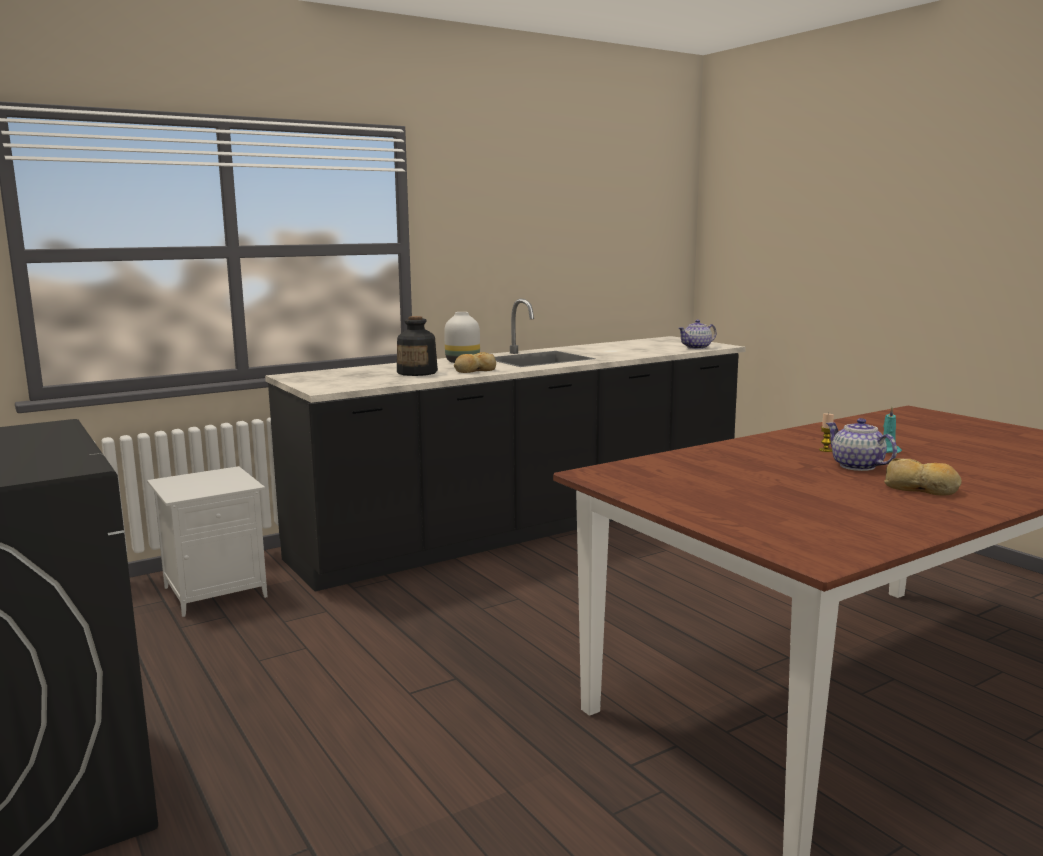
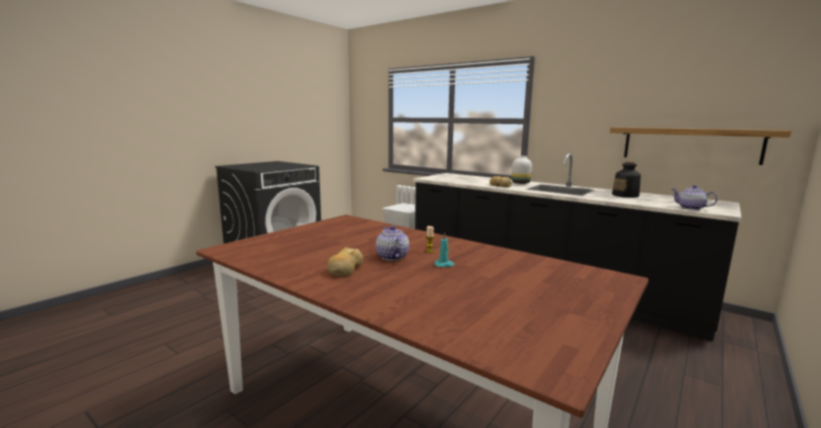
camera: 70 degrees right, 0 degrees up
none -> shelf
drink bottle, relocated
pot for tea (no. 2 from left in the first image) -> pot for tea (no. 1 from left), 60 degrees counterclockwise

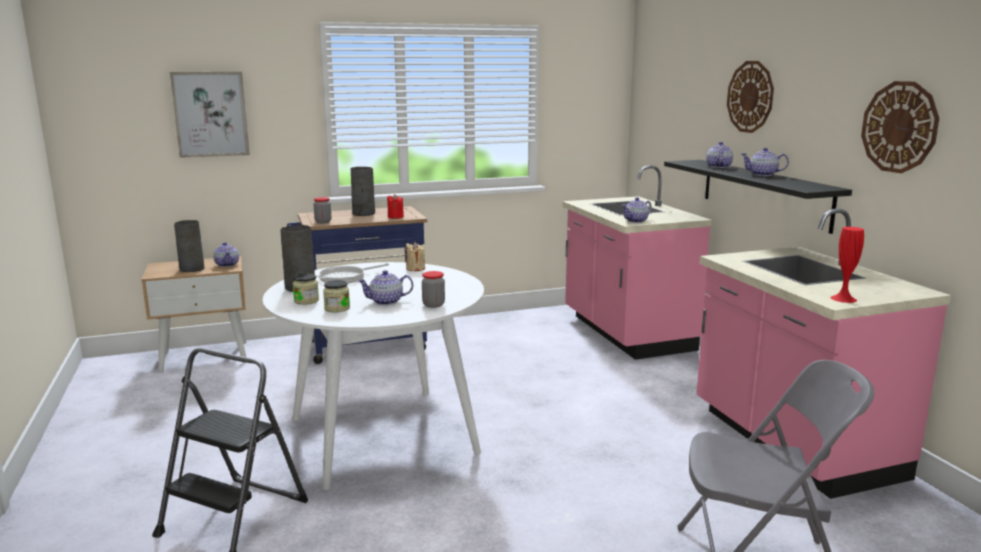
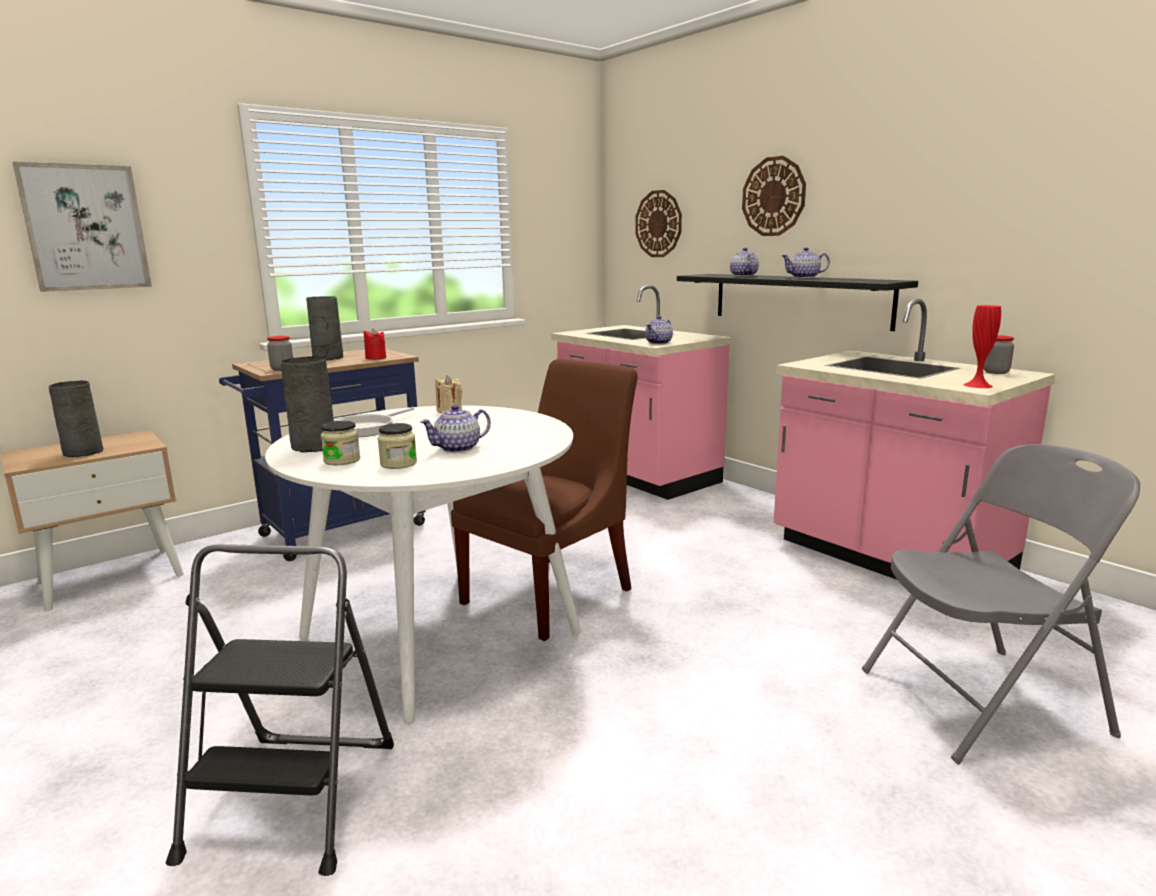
camera: 20 degrees left, 0 degrees up
pot for tea (no. 1 from left) -> none
none -> brownish upright chair
jar (no. 4 from left), relocated
hanging clock (no. 2 from left in the first image) -> hanging clock (no. 1 from left), relocated

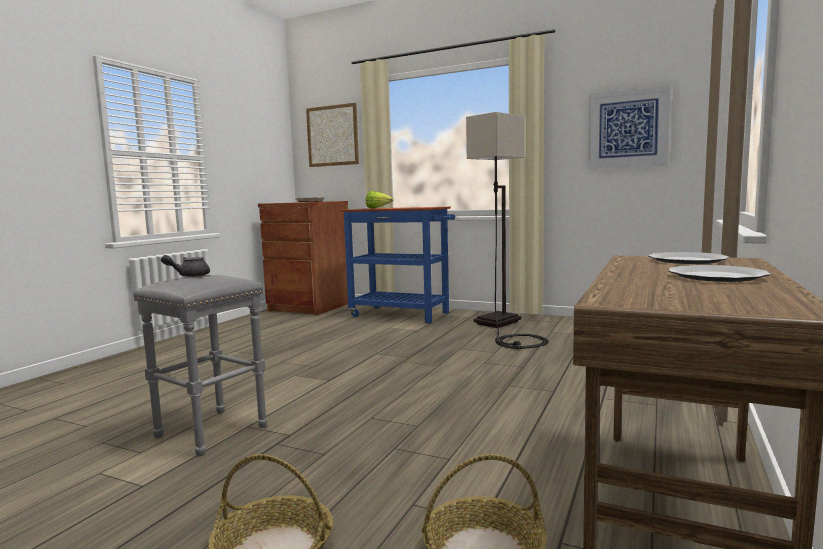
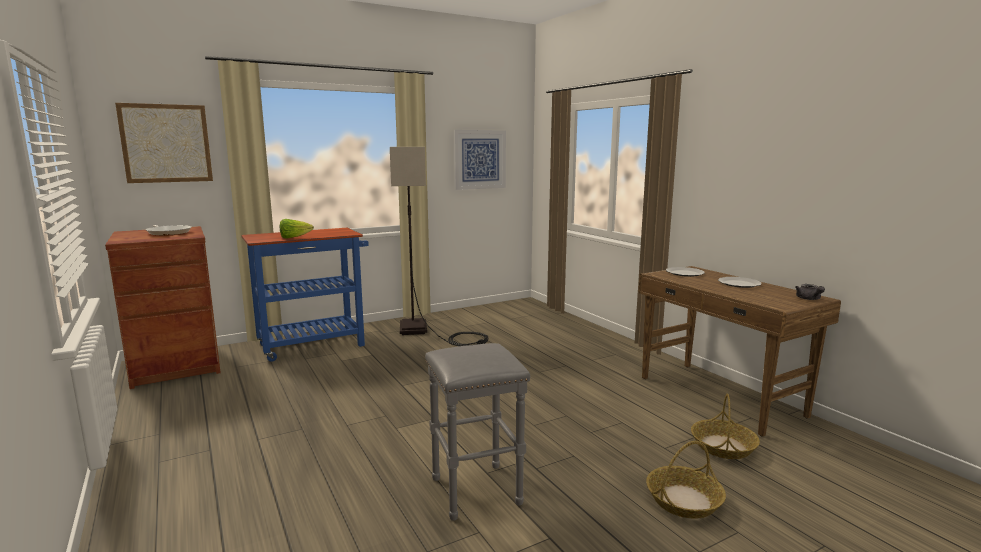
camera: 55 degrees left, 5 degrees up
gray pot for tea, relocated

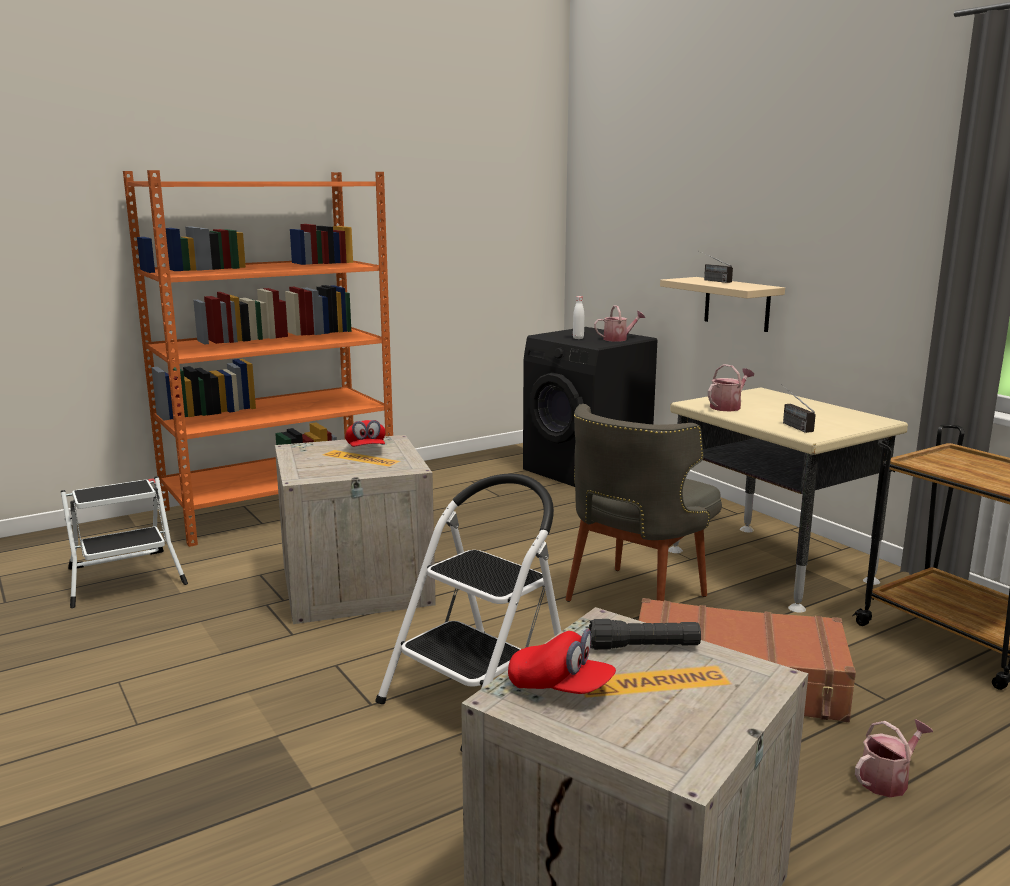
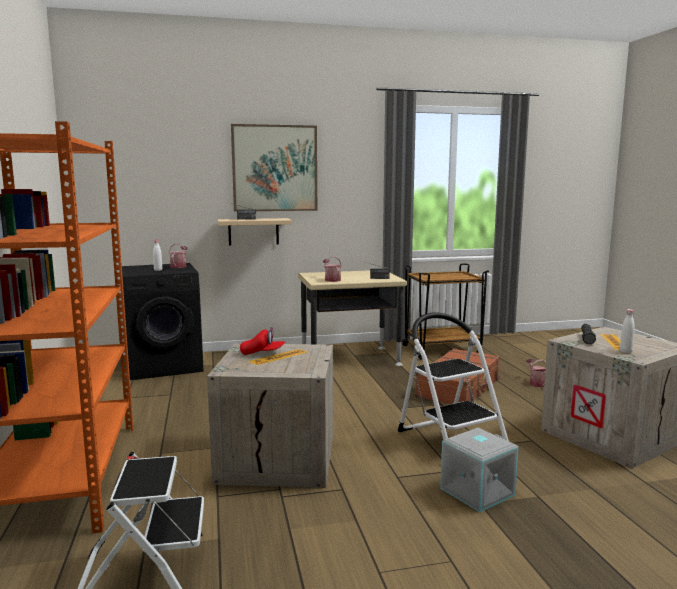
camera: 70 degrees left, 5 degrees down
gray upright chair -> none
none -> wall art
none -> gray storage box
reddish peaked cap (no. 2 from left) -> whitish drink bottle (no. 2 from left)

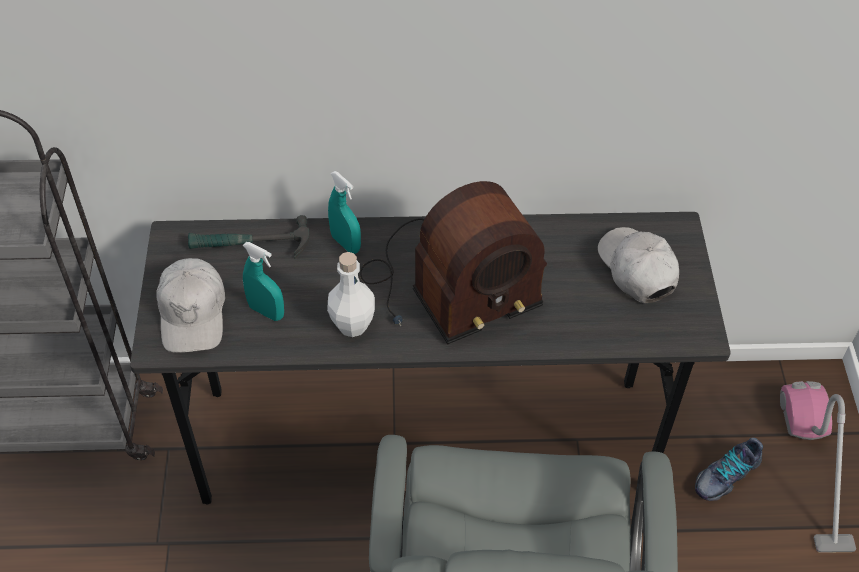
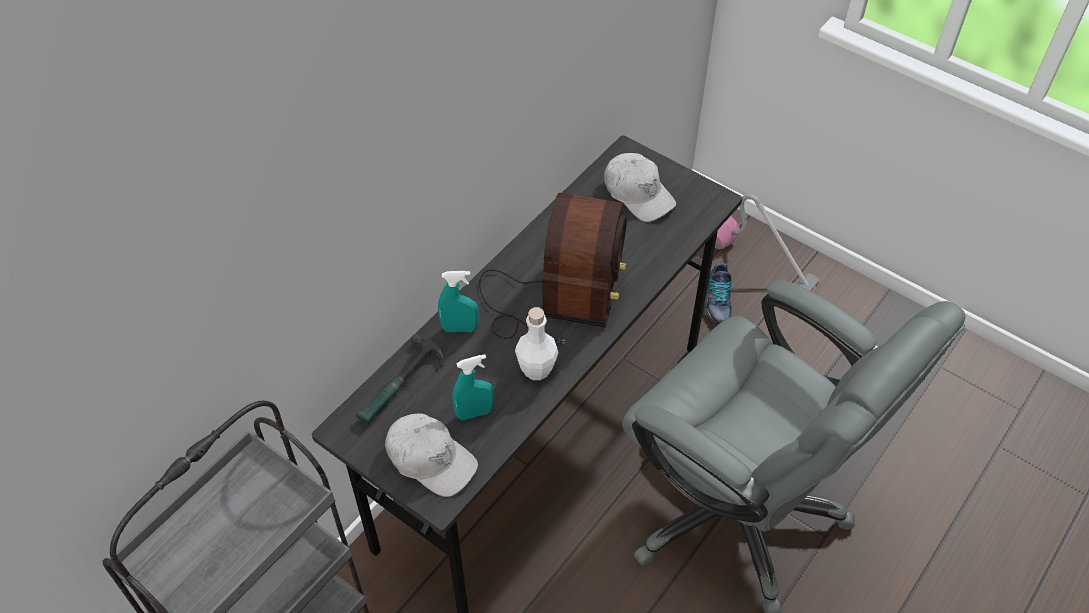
camera: 50 degrees left, 0 degrees up
whitish peaked cap (no. 2 from left), 150 degrees counterclockwise

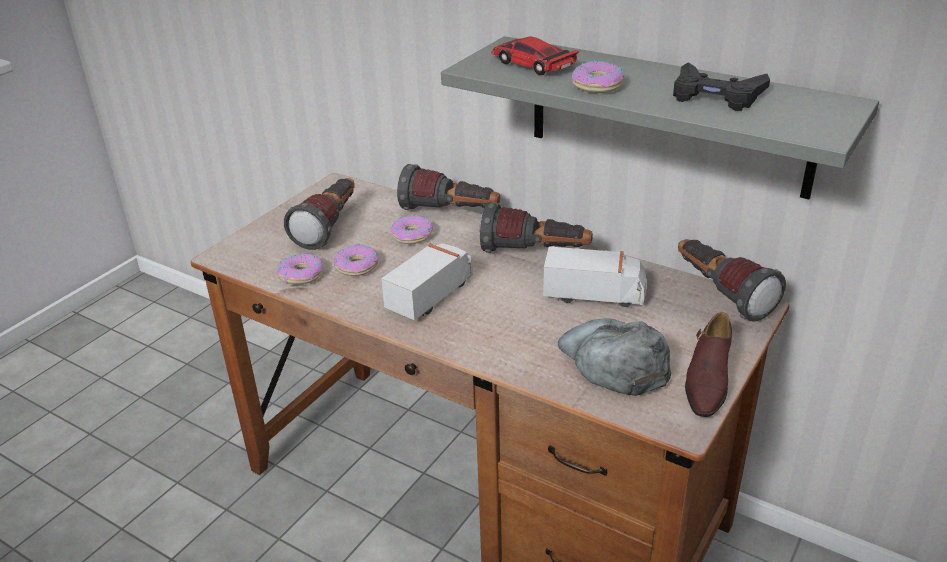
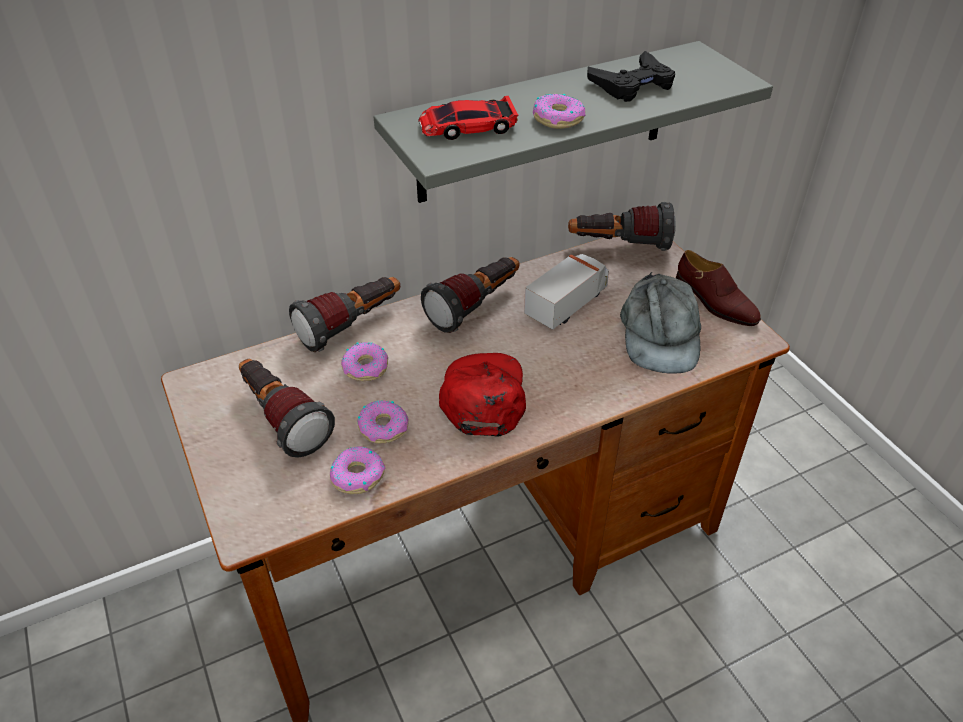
camera: 60 degrees left, 10 degrees up
toy truck (no. 1 from left) -> reddish peaked cap
gray peaked cap, 90 degrees counterclockwise

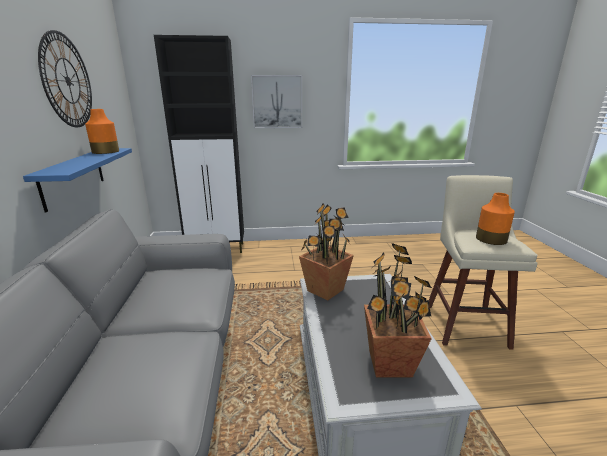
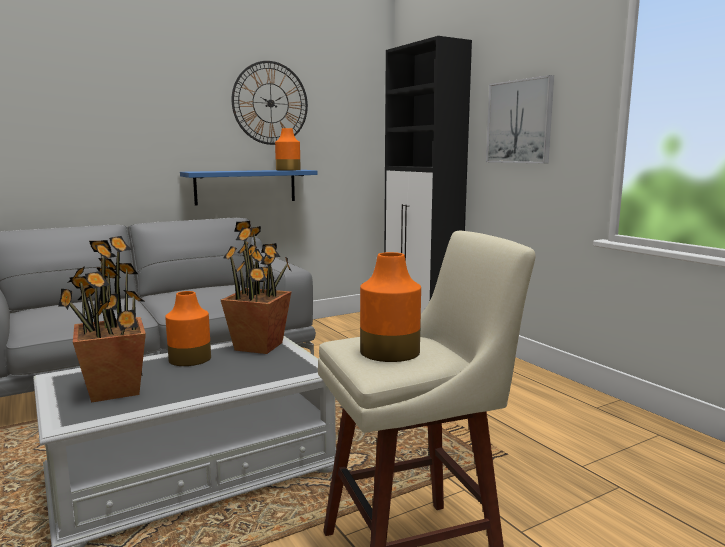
camera: 65 degrees right, 10 degrees down
none -> orangey flower vase (no. 1 from left)

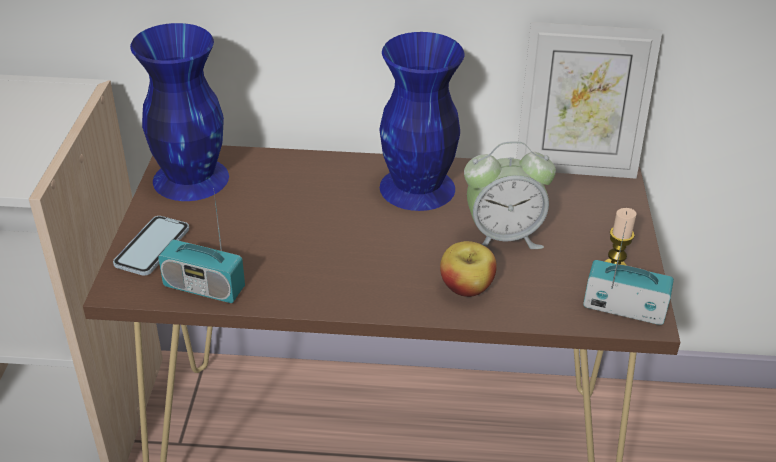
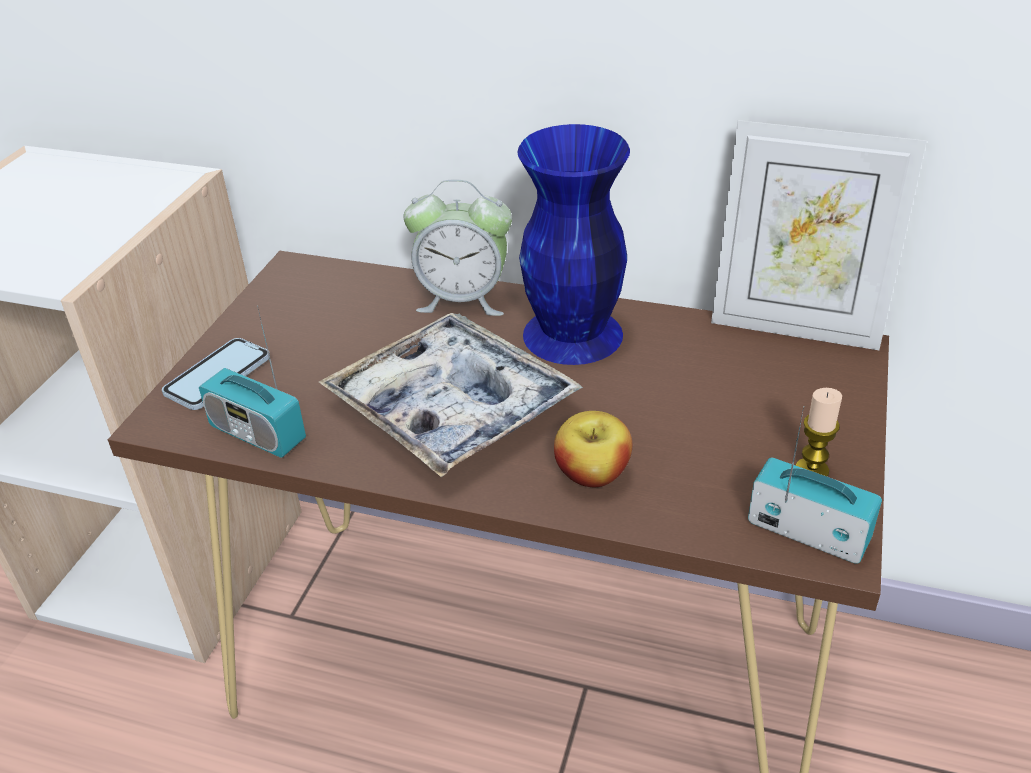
camera: 15 degrees right, 0 degrees up
blue flower vase (no. 1 from left) -> none
none -> carrying tray
bedside clock, relocated

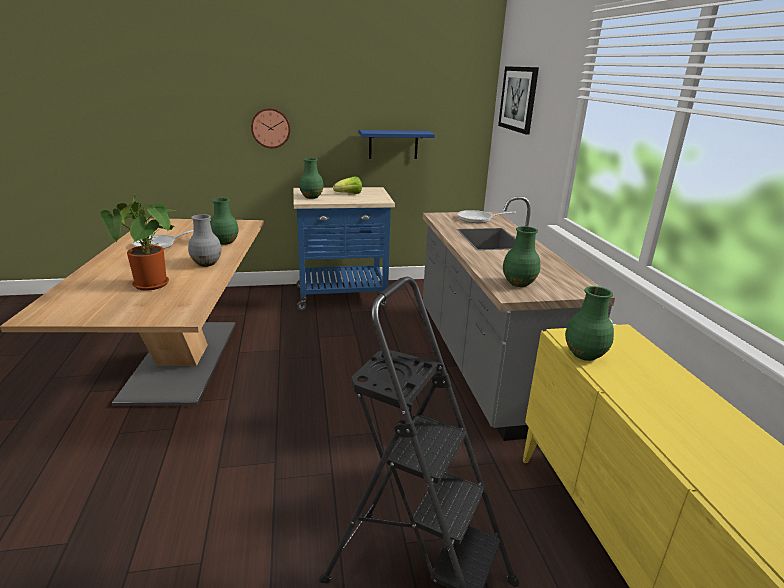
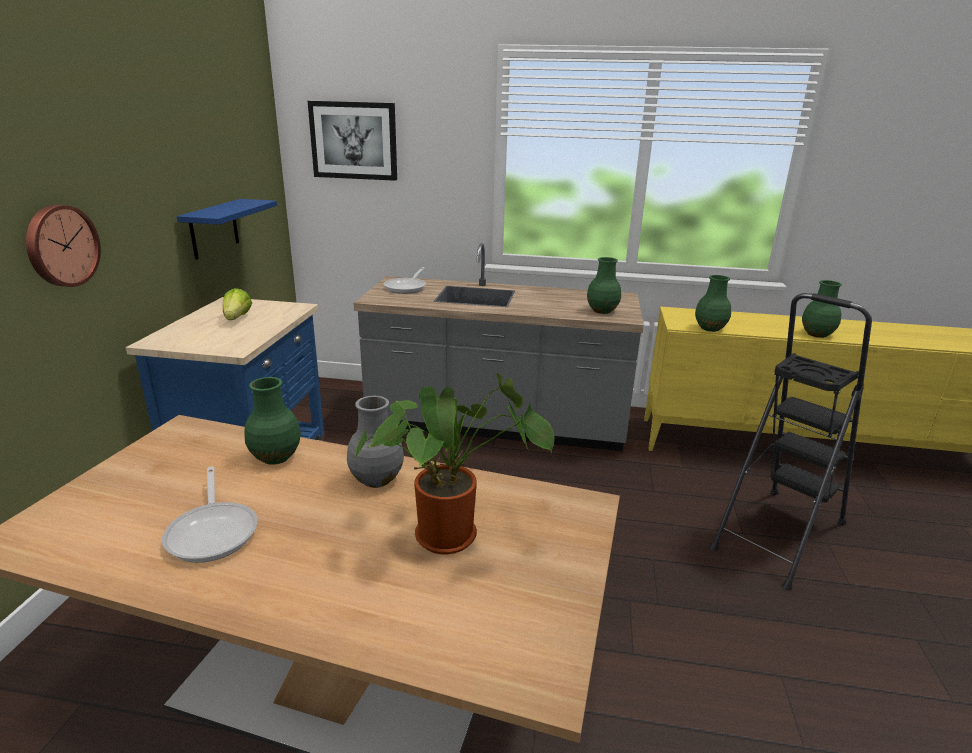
camera: 70 degrees left, 0 degrees up
green-coloured flower vase (no. 2 from left in the first image) -> green-coloured flower vase (no. 4 from left), relocated

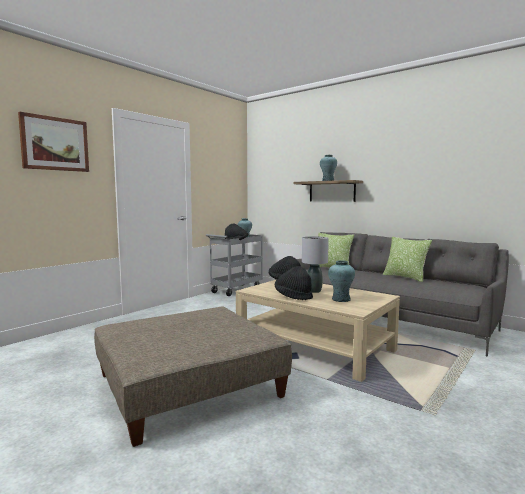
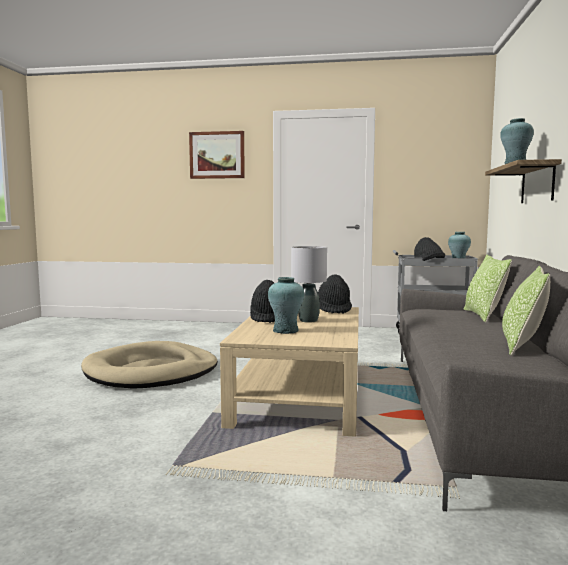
camera: 60 degrees right, 0 degrees up
beige-coloured pouffe -> beige-coloured dog bed

